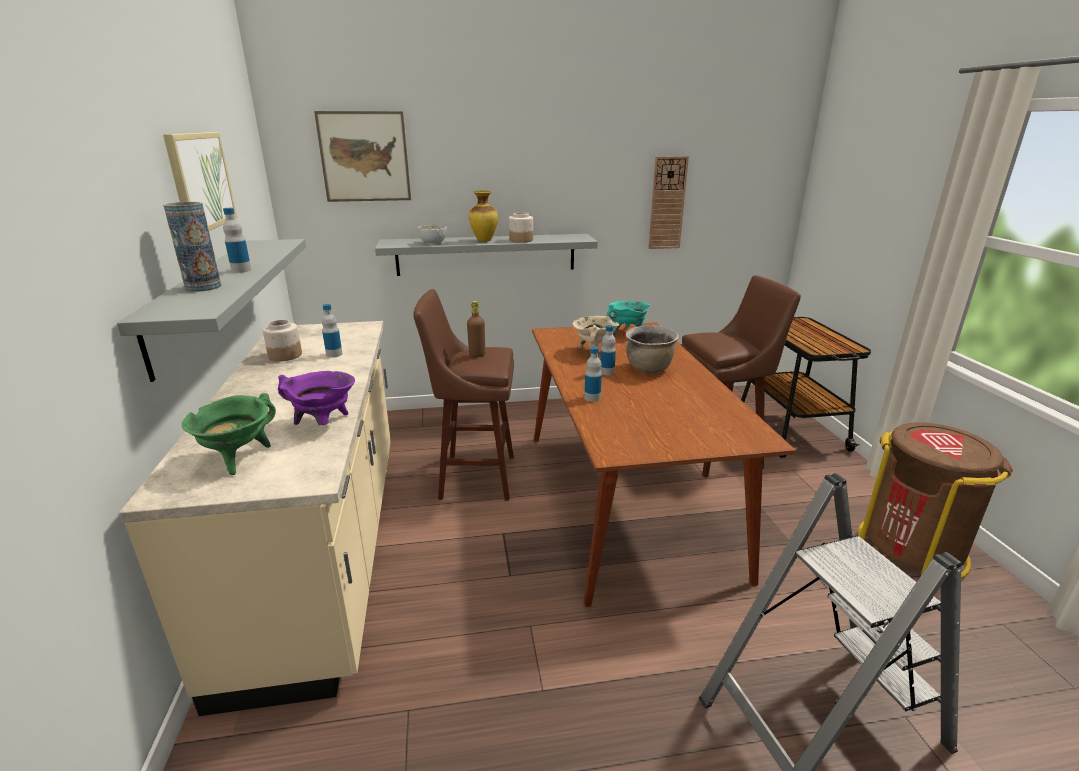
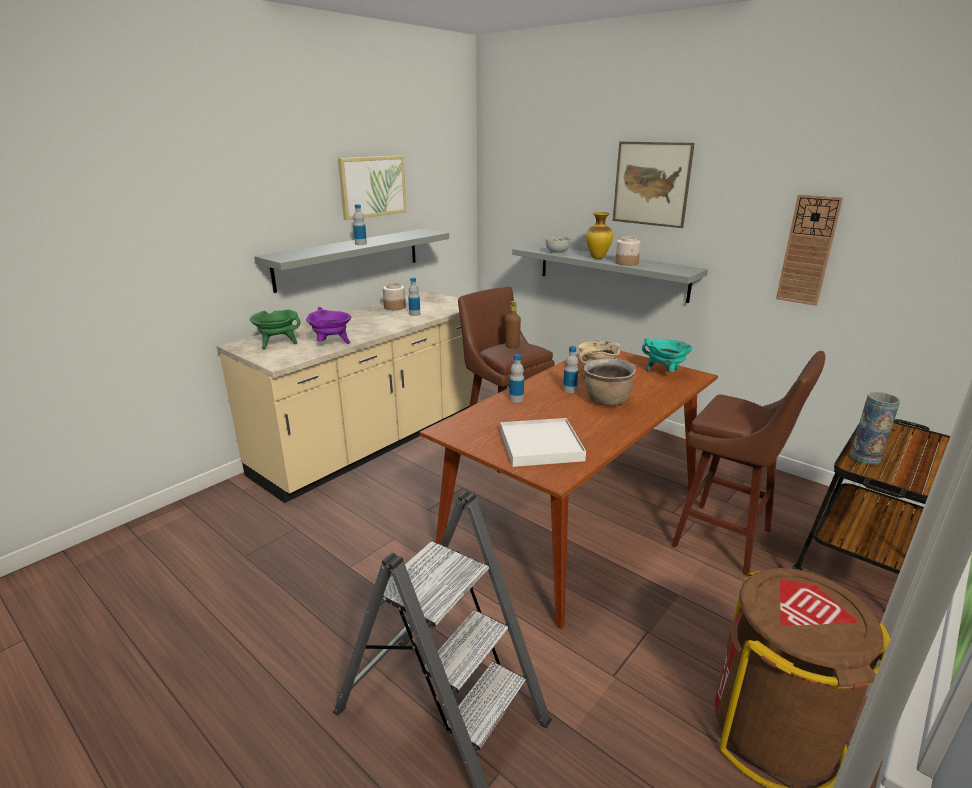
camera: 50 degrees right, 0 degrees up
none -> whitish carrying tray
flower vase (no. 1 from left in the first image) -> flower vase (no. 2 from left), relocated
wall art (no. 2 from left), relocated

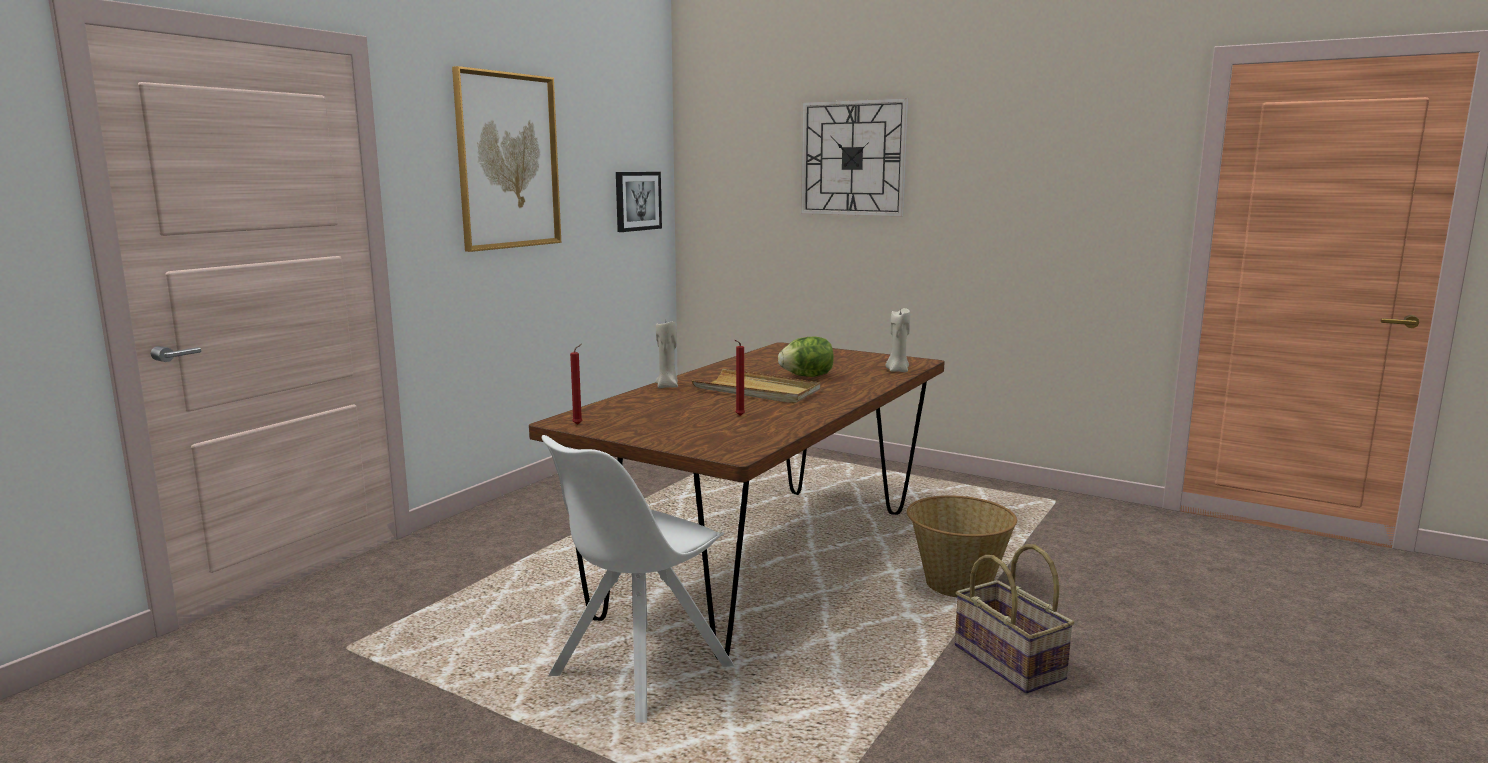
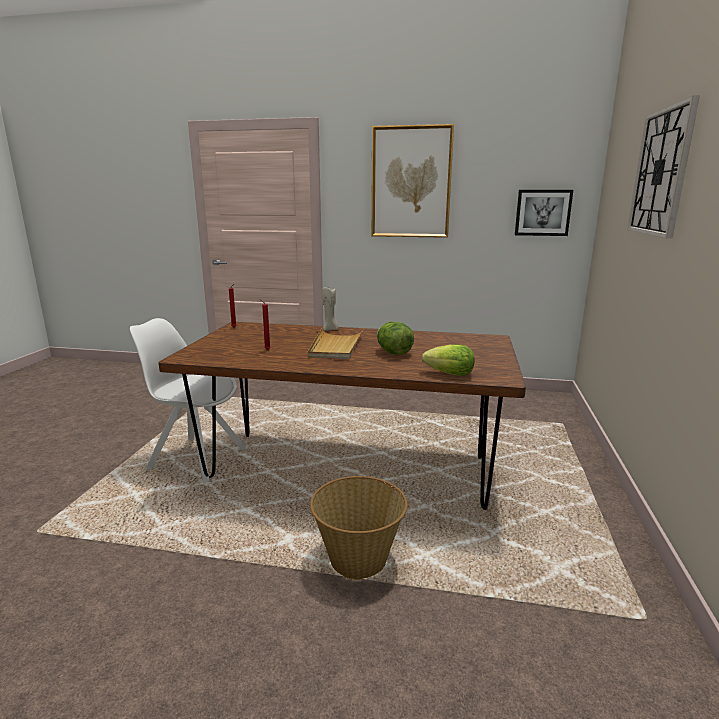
camera: 70 degrees right, 5 degrees up
basket (no. 2 from left) -> none
beige-coloured wax light (no. 2 from left) -> lettuce head (no. 2 from left)

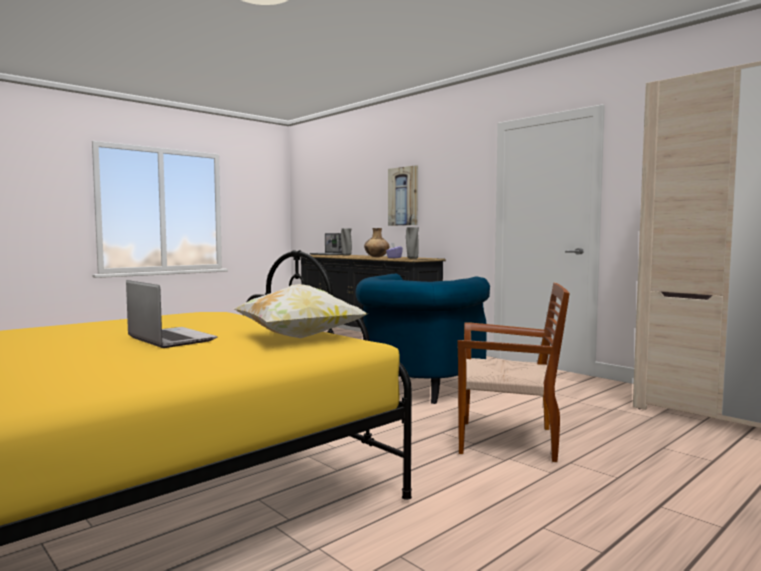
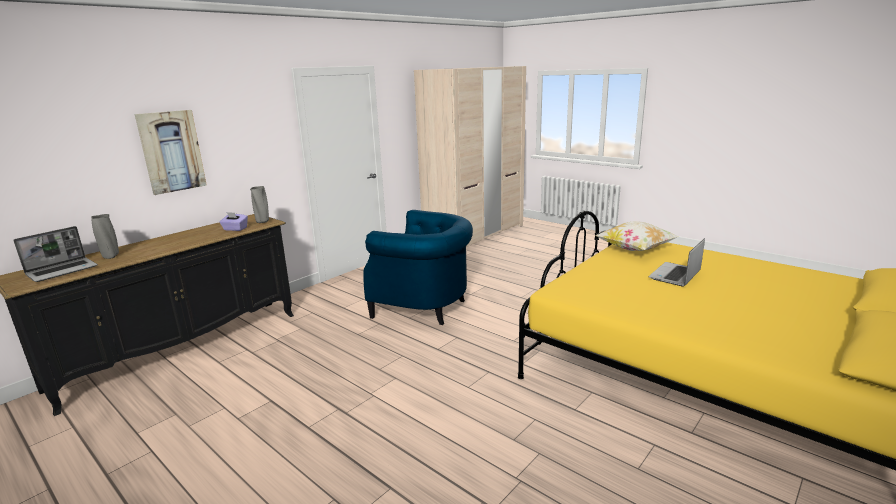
camera: 95 degrees left, 15 degrees up
brownish flower vase -> none
brownish lounge chair -> none

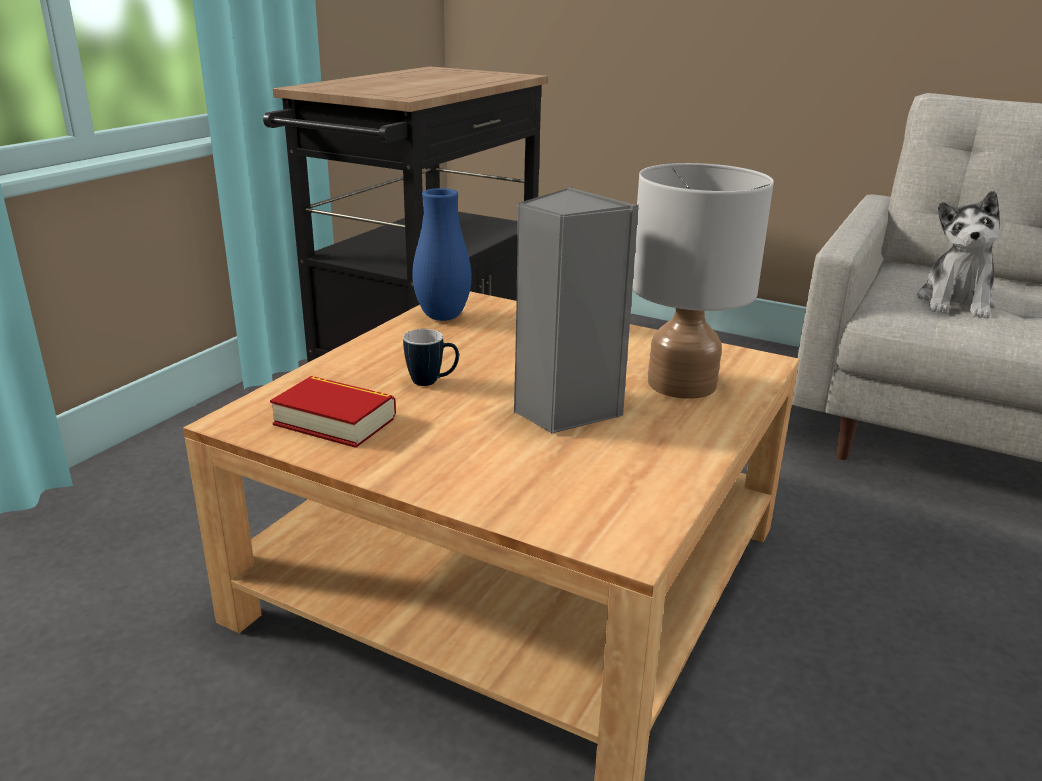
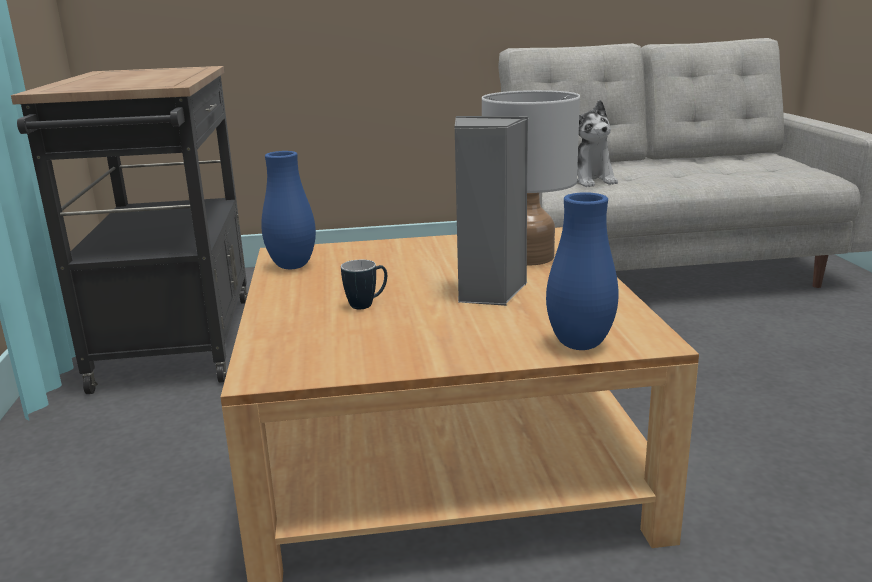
camera: 35 degrees left, 5 degrees down
bound book -> none
none -> blue flower vase (no. 2 from left)

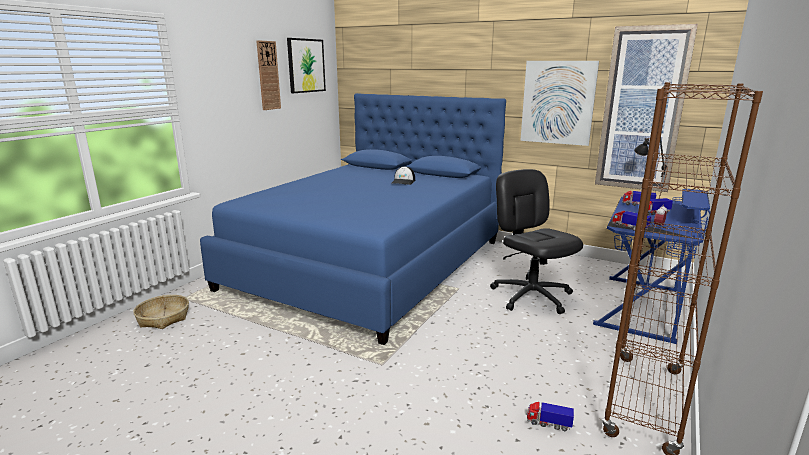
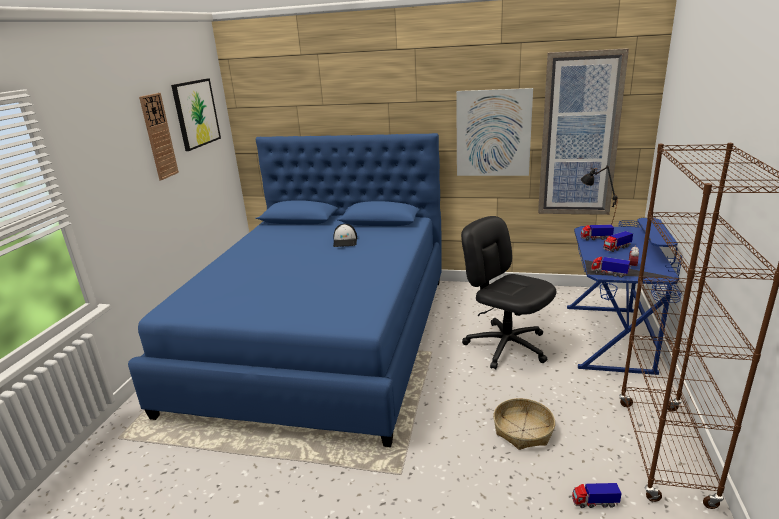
camera: 15 degrees left, 5 degrees up
basket, relocated

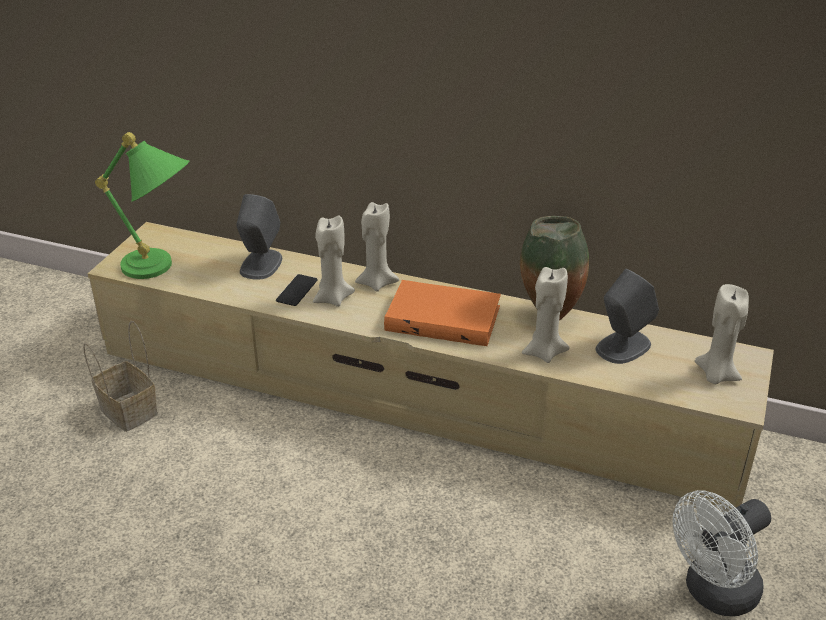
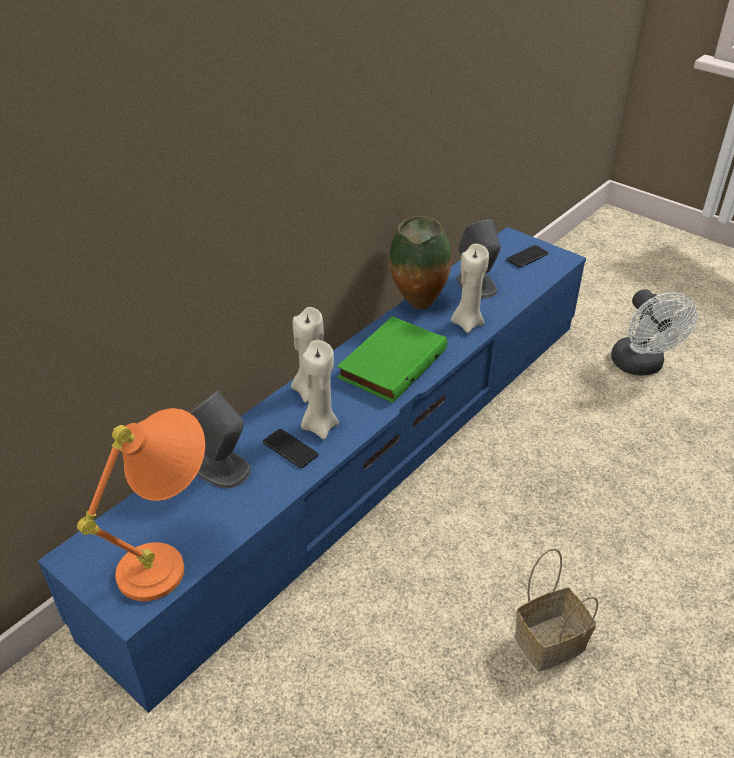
camera: 70 degrees left, 5 degrees up
basket, relocated
beige-coloured wax light (no. 4 from left) -> handset (no. 2 from left)
beige-coloured tv stand -> blue tv stand
green-coloured tabletop lamp -> orangey tabletop lamp
orangey bound book -> green-coloured bound book

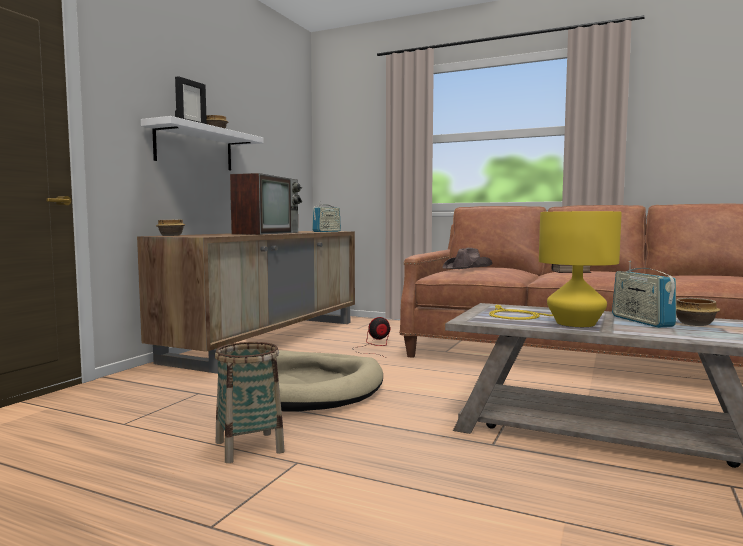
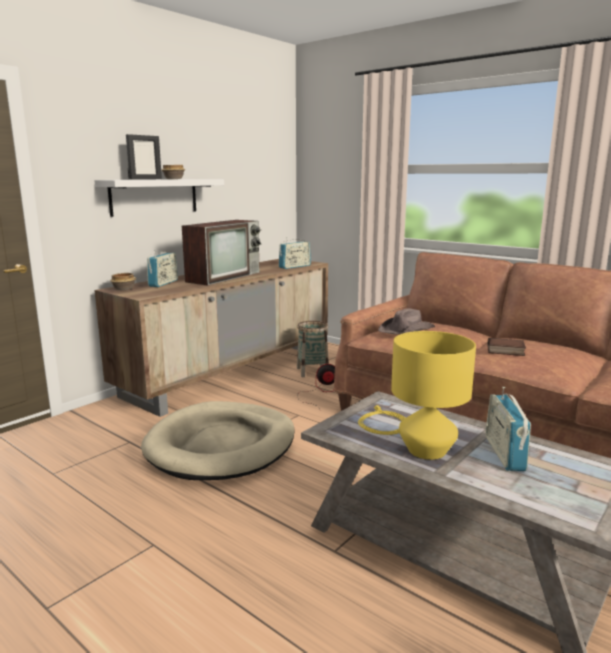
camera: 15 degrees right, 10 degrees up
bowl (no. 3 from left) -> none
none -> radio (no. 1 from left)
basket, relocated

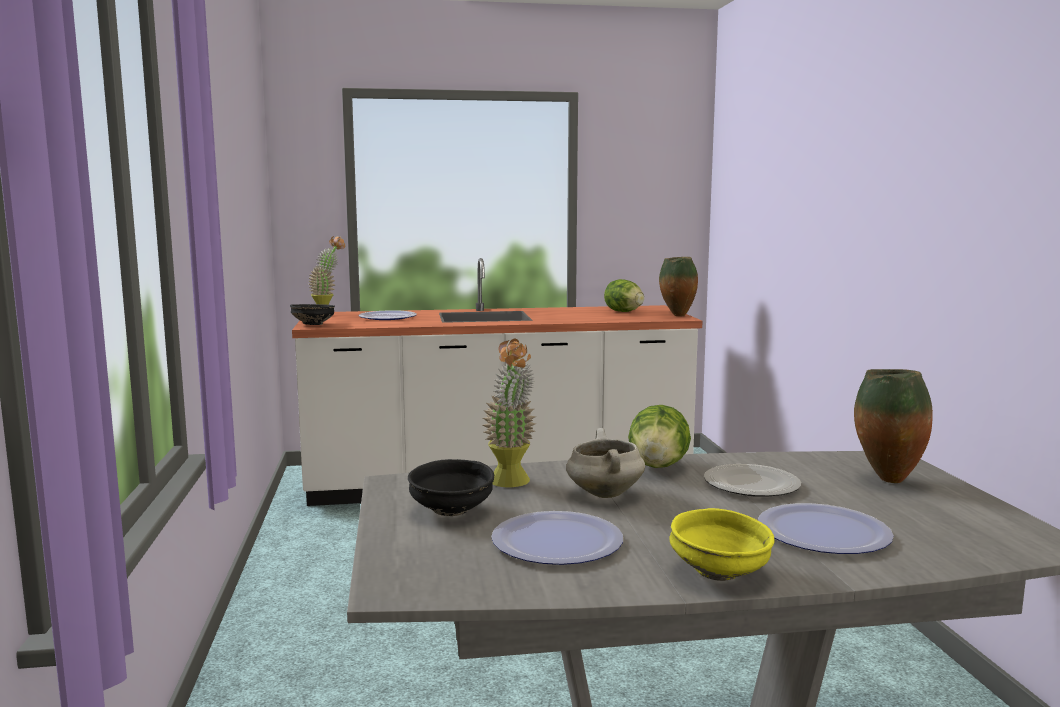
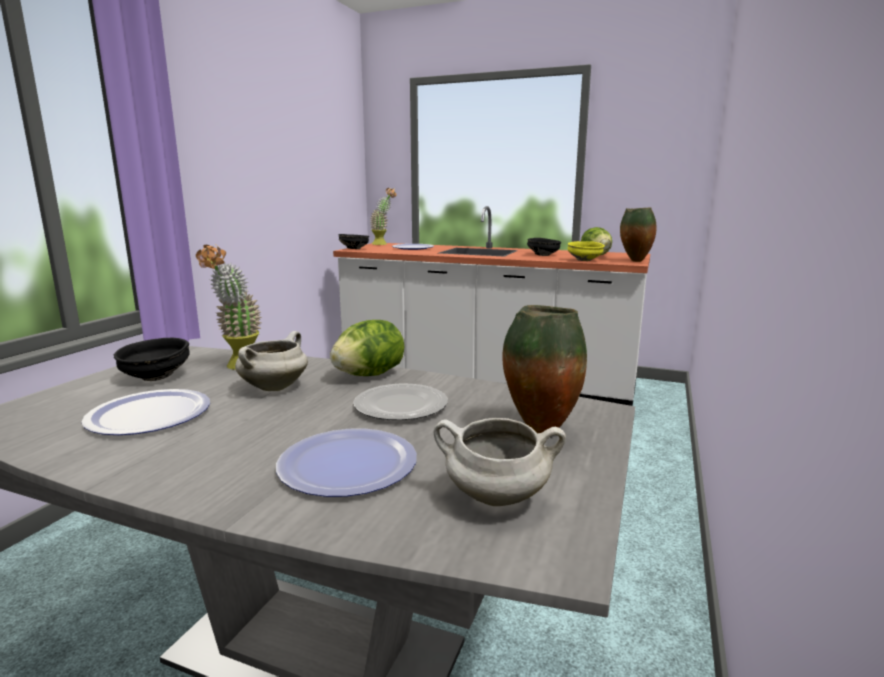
camera: 30 degrees right, 5 degrees up
none -> whitish stockpot (no. 2 from left)
none -> black bowl (no. 3 from left)
yellow-coloured bowl, relocated

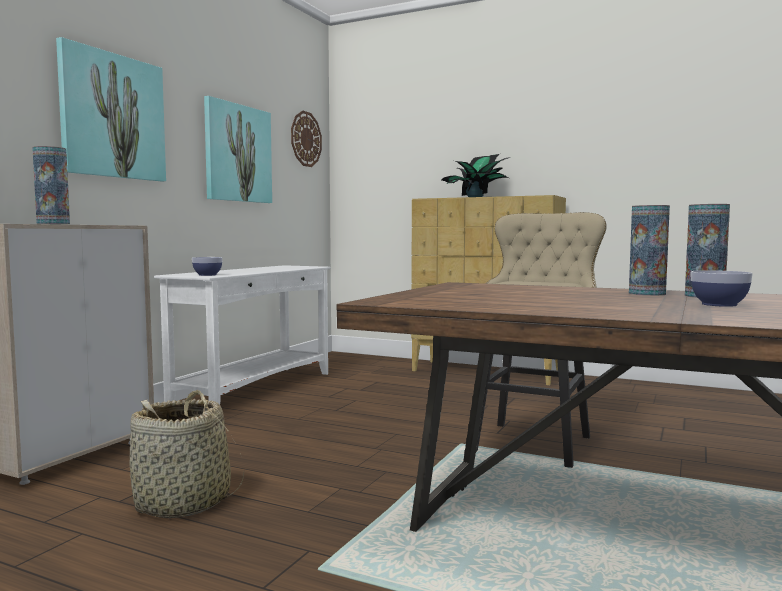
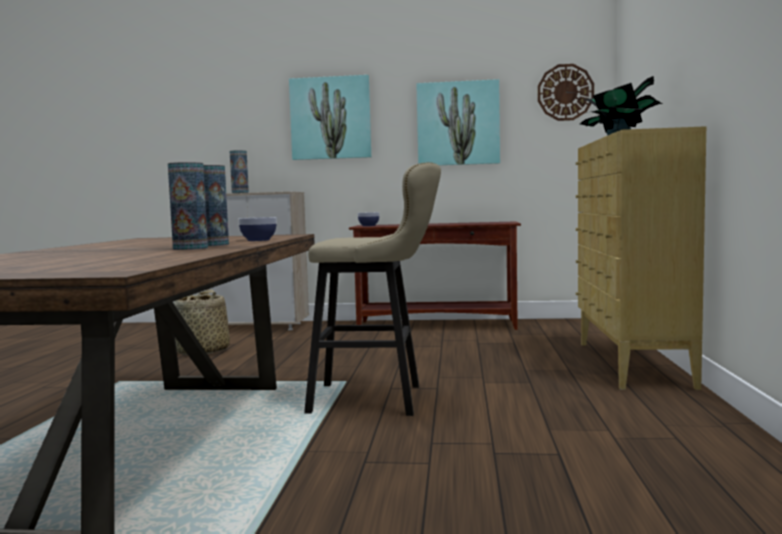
camera: 70 degrees right, 0 degrees up
bowl (no. 2 from left in the first image) -> bowl (no. 1 from left), relocated
whitish hall table -> brownish hall table

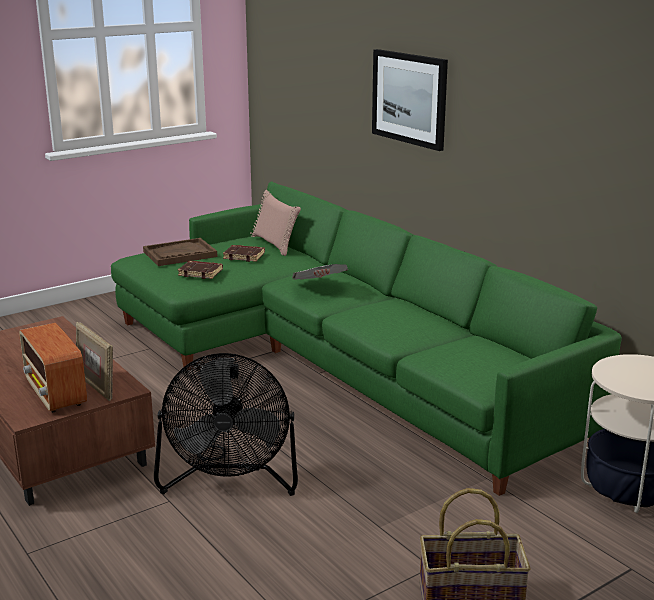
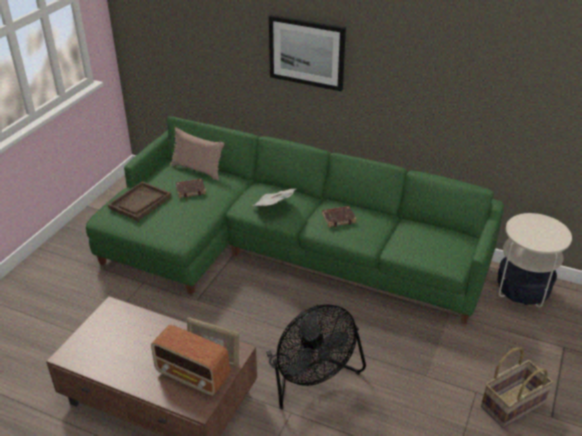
camera: 30 degrees left, 15 degrees up
brownish bound book (no. 1 from left in the first image) -> brownish bound book (no. 2 from left), relocated

